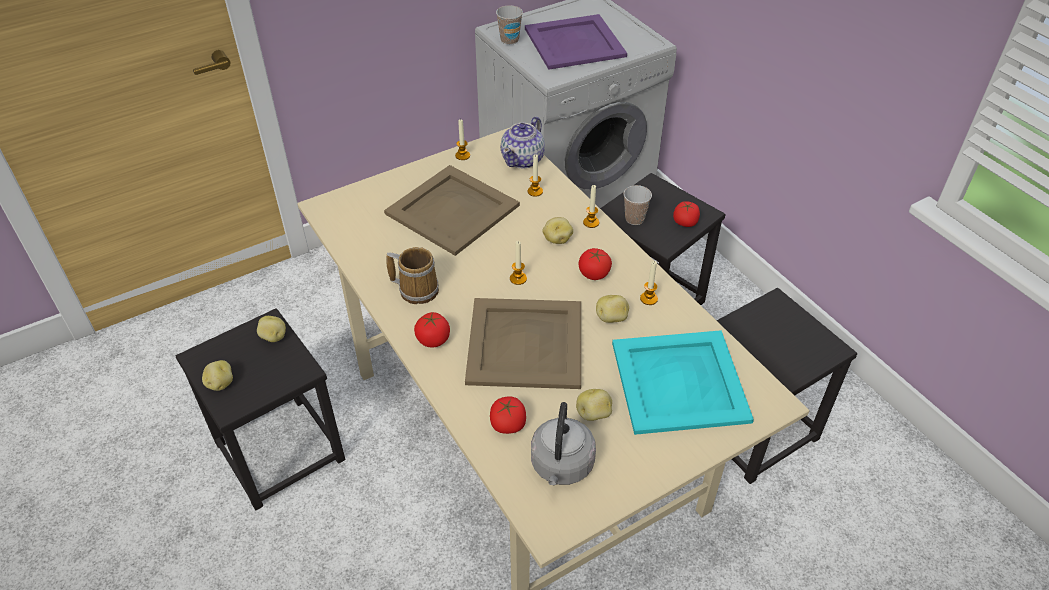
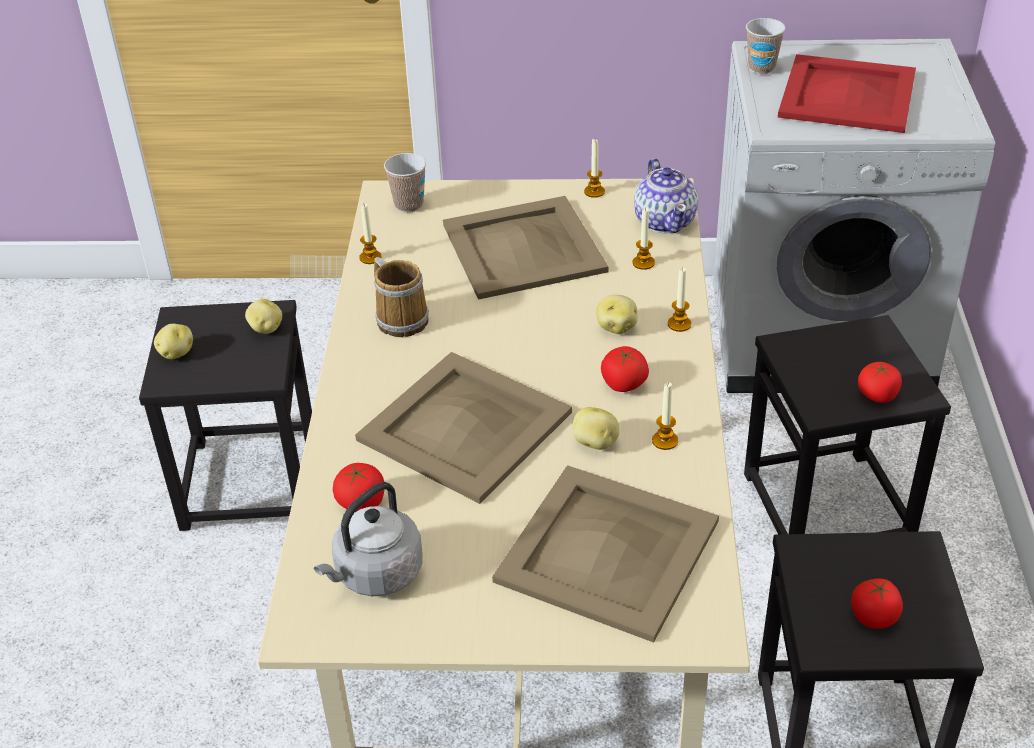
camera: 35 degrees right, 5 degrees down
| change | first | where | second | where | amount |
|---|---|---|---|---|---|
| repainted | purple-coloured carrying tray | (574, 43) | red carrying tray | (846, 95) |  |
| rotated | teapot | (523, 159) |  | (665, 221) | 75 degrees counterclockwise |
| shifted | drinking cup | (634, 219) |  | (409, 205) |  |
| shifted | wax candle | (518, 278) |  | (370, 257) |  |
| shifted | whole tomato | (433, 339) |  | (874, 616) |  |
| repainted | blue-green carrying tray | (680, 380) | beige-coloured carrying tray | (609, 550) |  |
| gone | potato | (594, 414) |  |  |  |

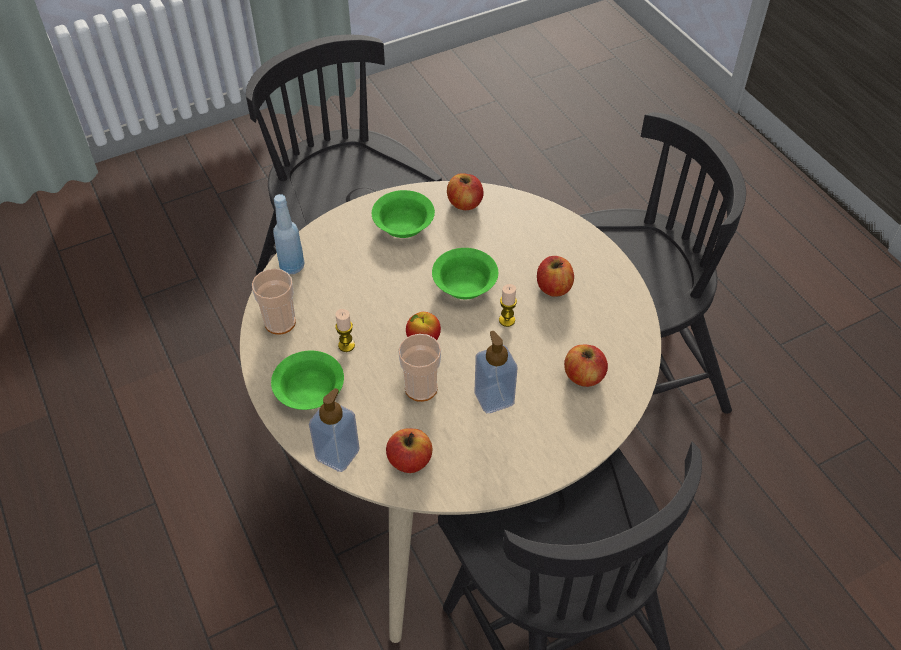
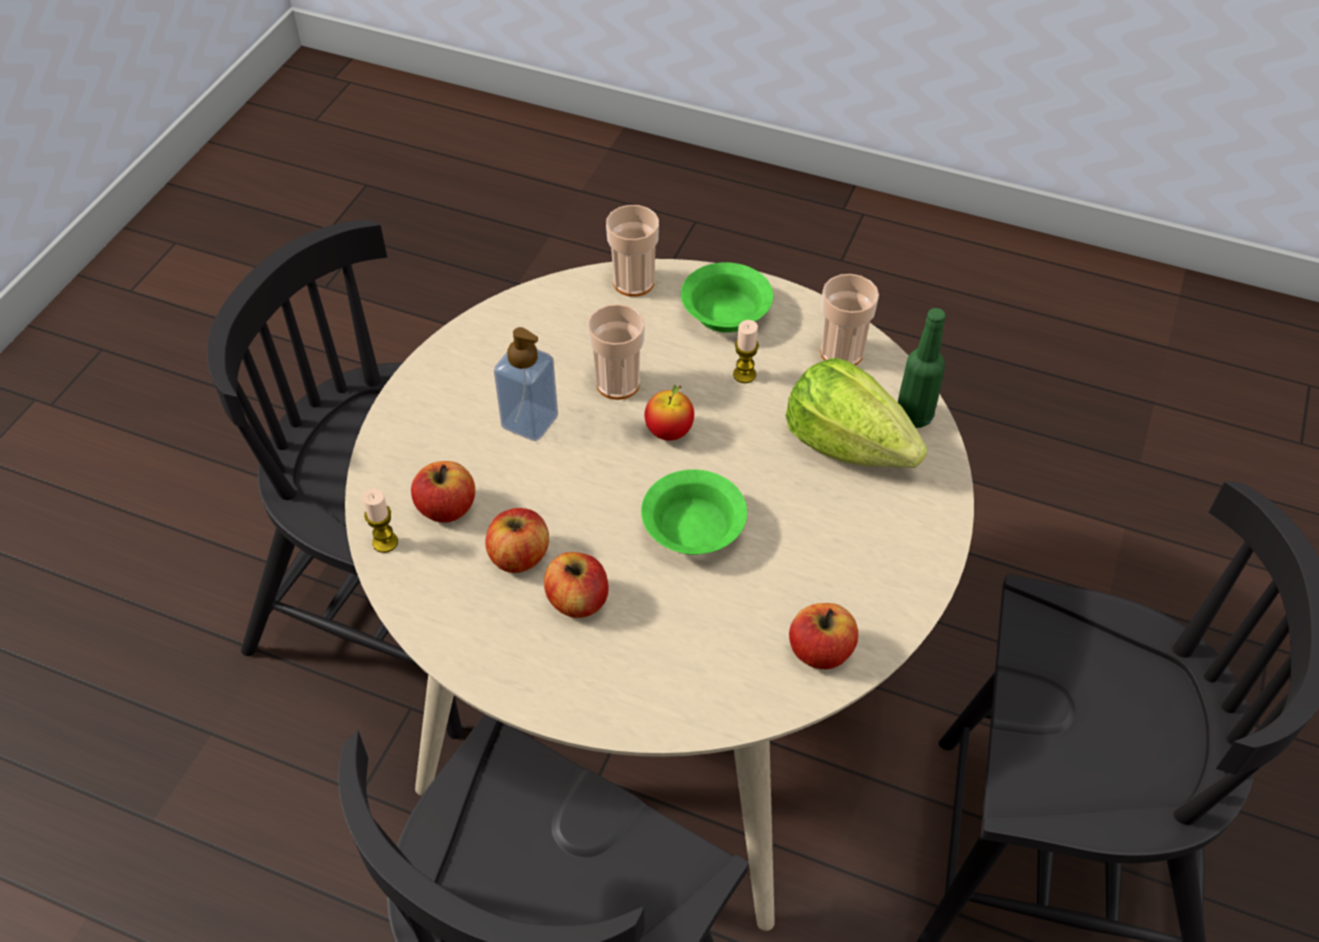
camera: 140 degrees right, 0 degrees up
| change | first | where | second | where | amount |
|---|---|---|---|---|---|
| gone | greenish bowl | (403, 226) |  |  |  |
| repainted | bluish drink bottle | (292, 266) | greenish drink bottle | (914, 415) |  |
| shifted | wax candle | (507, 320) |  | (385, 542) |  |
| swapped | soap dispenser | (337, 454) | drinking cup | (633, 282) |  |
| shifted | apple fruit | (410, 461) |  | (519, 556) |  |
| new |  |  | lettuce | (847, 444) |  |

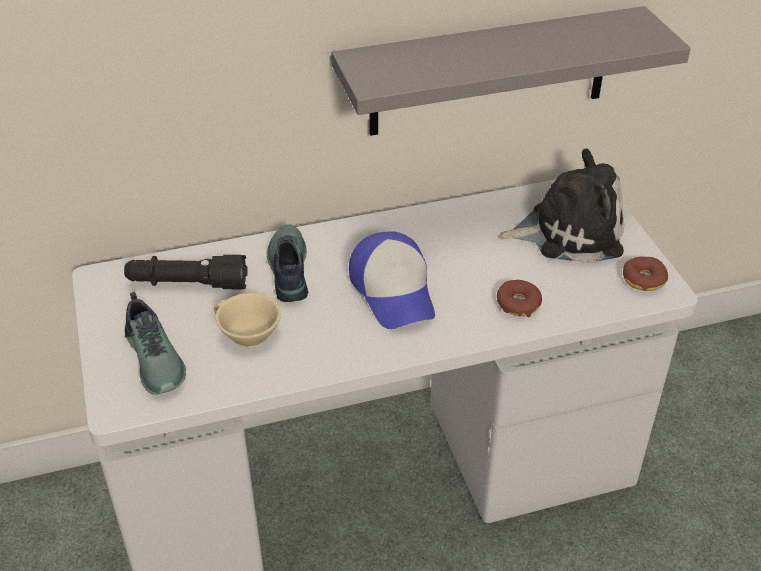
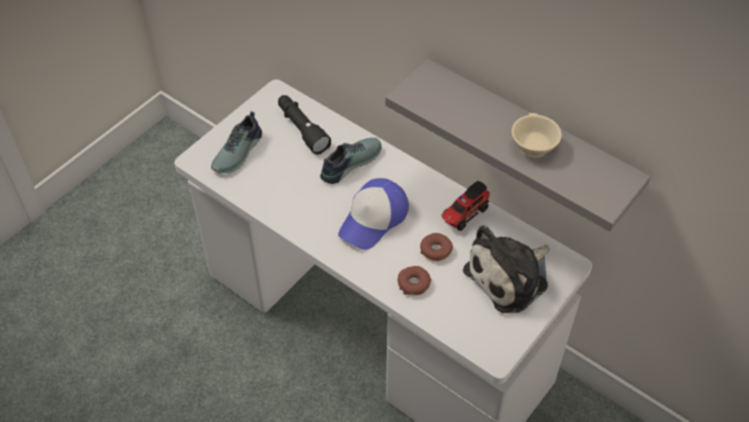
camera: 55 degrees right, 10 degrees up
| change | first | where | second | where | amount |
|---|---|---|---|---|---|
| rotated | cuddly toy | (569, 231) |  | (510, 277) | 90 degrees clockwise |
| shifted | doughnut | (643, 280) |  | (435, 250) |  |
| shifted | beige-coloured drinking cup | (247, 335) |  | (531, 145) |  |
| new |  |  | toy lorry | (463, 214) |  |

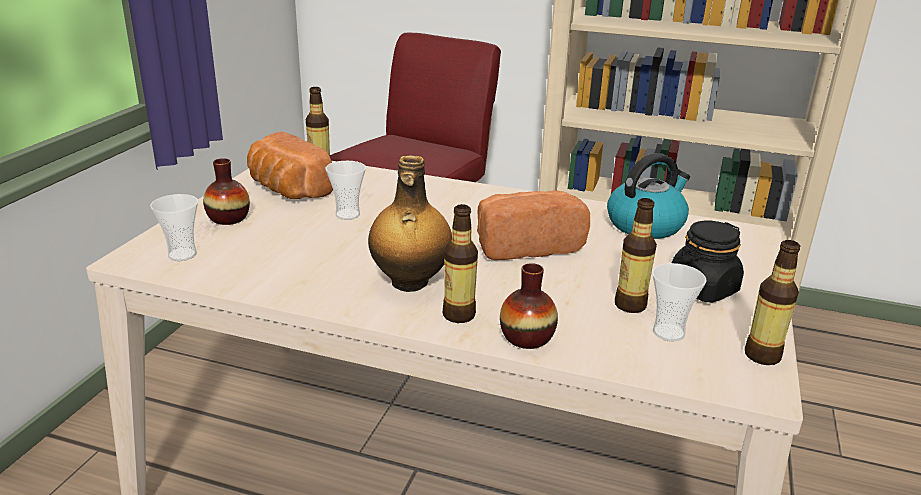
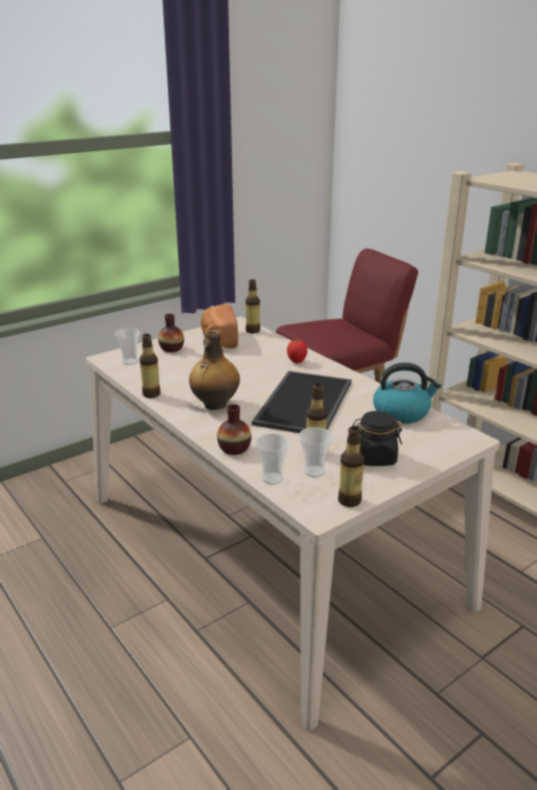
camera: 35 degrees right, 0 degrees up
| change | first | where | second | where | amount |
|---|---|---|---|---|---|
| shifted | drinking cup | (347, 214) |  | (272, 479) |  |
| swapped | baked bread | (526, 245) | carrying tray | (306, 403) |  |
| shifted | drink bottle | (459, 315) |  | (151, 394) |  |
| new |  |  | whole tomato | (297, 362) |  |

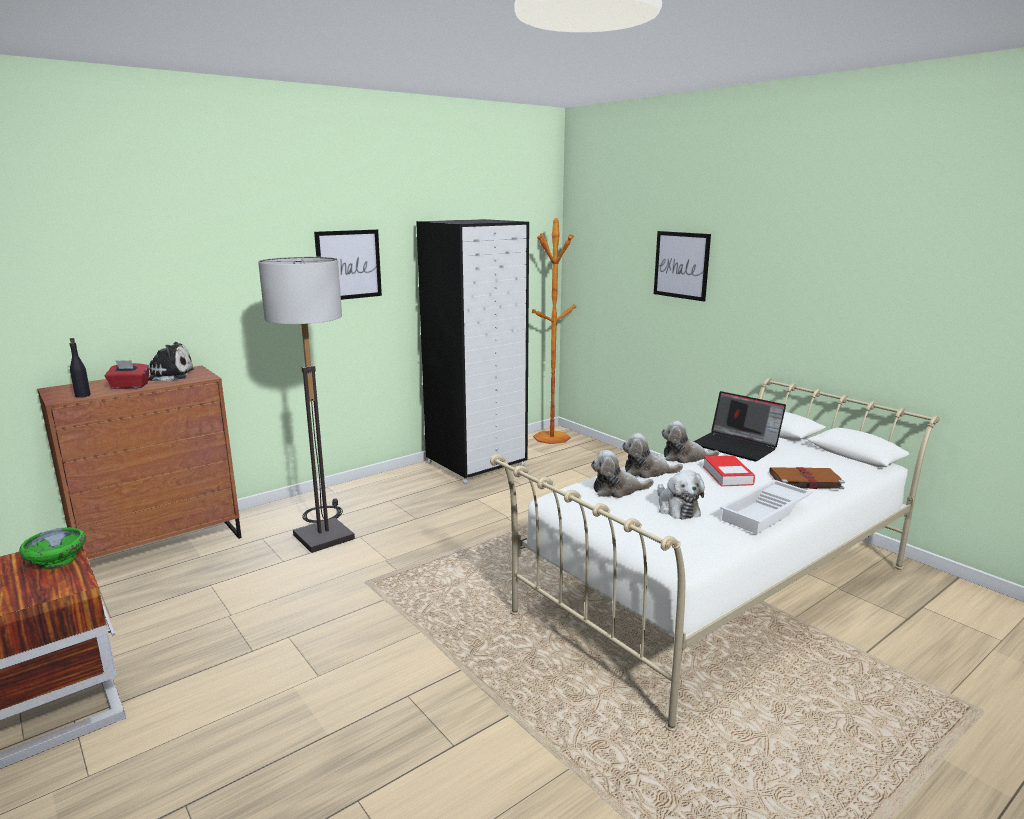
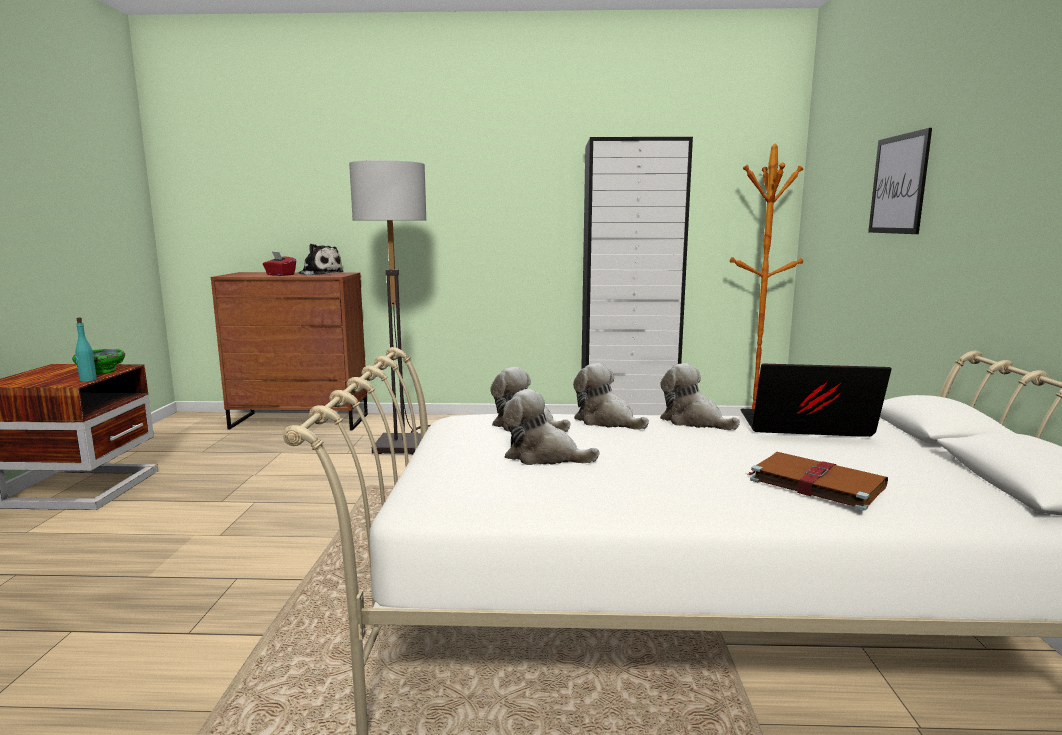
camera: 40 degrees right, 5 degrees down
| change | first | where | second | where | amount |
|---|---|---|---|---|---|
| gone | wall art | (348, 264) |  |  |  |
| gone | black drink bottle | (83, 395) |  |  |  |
| rotated | portable computer | (737, 446) |  | (803, 428) | 105 degrees clockwise |
| gone | book | (727, 475) |  |  |  |
| rotated | cuddly toy | (676, 508) |  | (543, 456) | 90 degrees clockwise |
| gone | white-coloured carrying tray | (766, 513) |  |  |  |
| new |  |  | blue-green drink bottle | (88, 380) |  |

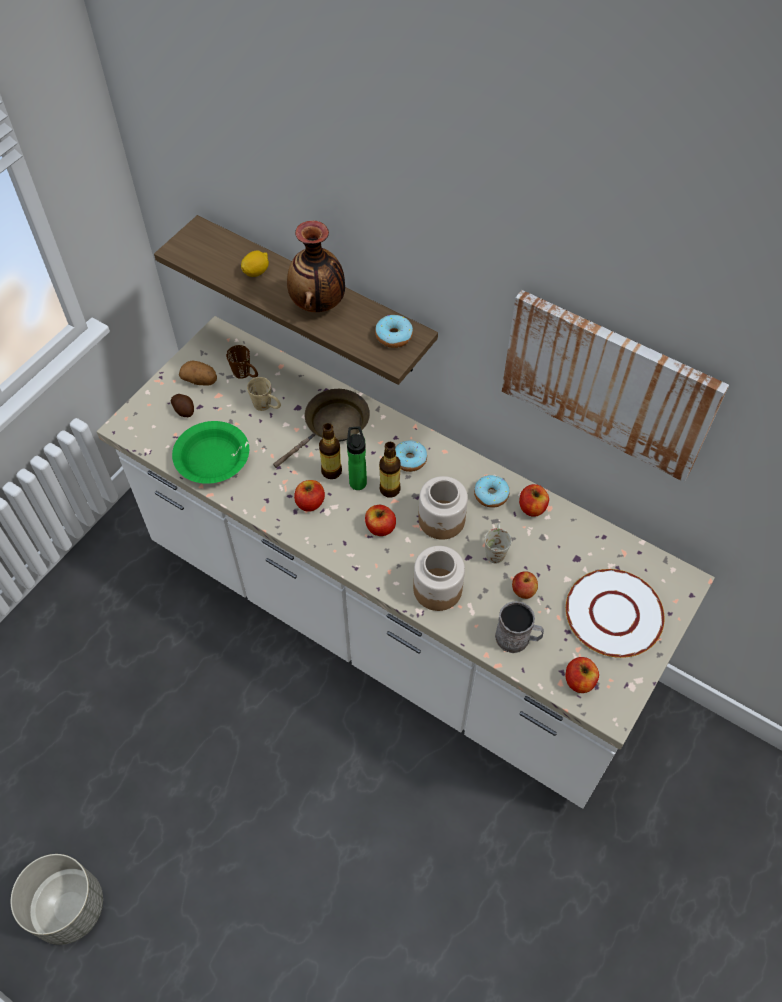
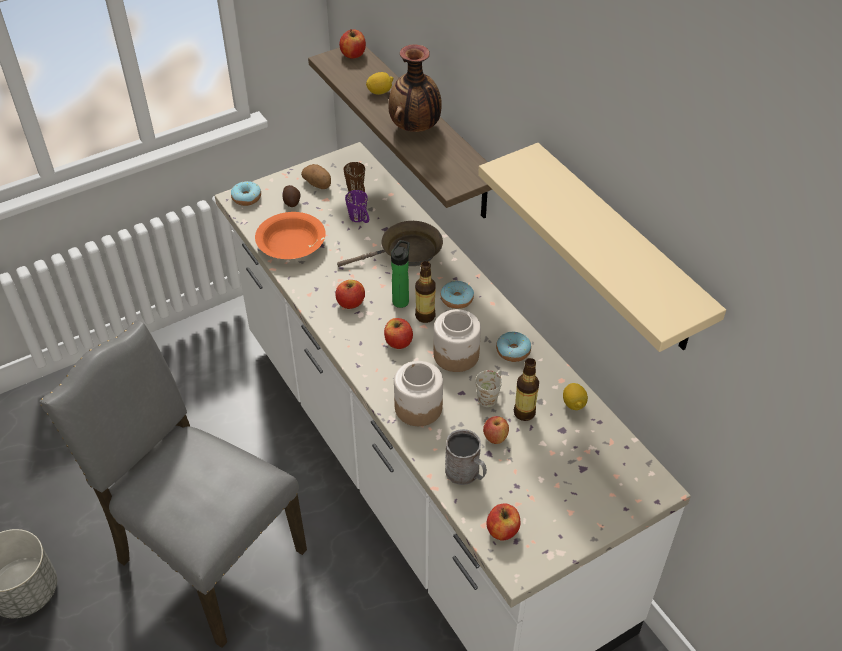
camera: 25 degrees right, 10 degrees down
| change | first | where | second | where | amount |
|---|---|---|---|---|---|
| swapped | wall art | (608, 384) | beige-coloured shelf | (618, 250) |  |
| shifted | doughnut | (394, 336) |  | (246, 198) |  |
| repainted | beige-coloured mug | (267, 406) | purple-coloured mug | (360, 220) |  |
| repainted | greenish bowl | (213, 460) | orangey bowl | (291, 245) |  |
| shifted | drink bottle | (331, 471) |  | (524, 413) |  |
| shifted | apple fruit | (532, 508) |  | (353, 54) |  |
| gone | white-coloured flat dish | (613, 613) |  |  |  |
| new |  |  | greyish plain chair | (205, 556) |  |
| new |  |  | citrus fruit | (573, 404) |  |

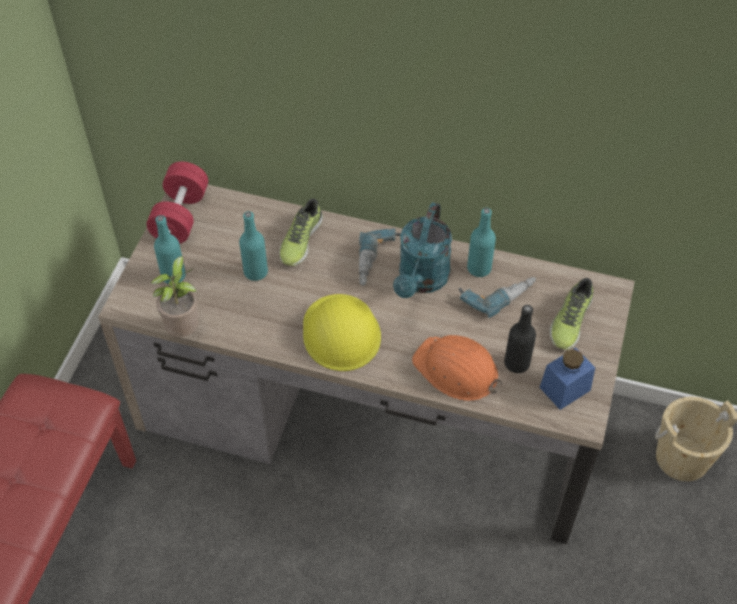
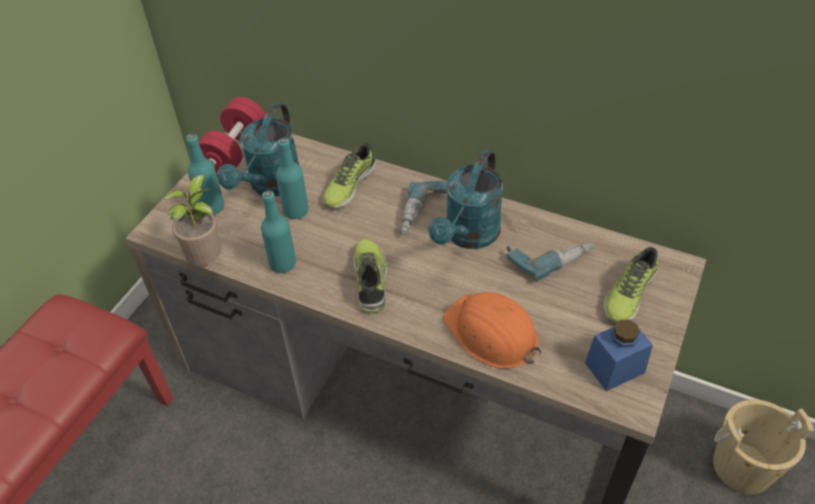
camera: 10 degrees right, 5 degrees down
| change | first | where | second | where | amount |
|---|---|---|---|---|---|
| shifted | blue-green drink bottle | (479, 268) |  | (283, 264) |  |
| swapped | yellow-coloured hard hat | (341, 333) | shoe | (371, 280) |  |
| gone | black drink bottle | (516, 363) |  |  |  |
| new |  |  | blue-green watering can | (270, 185) |  |

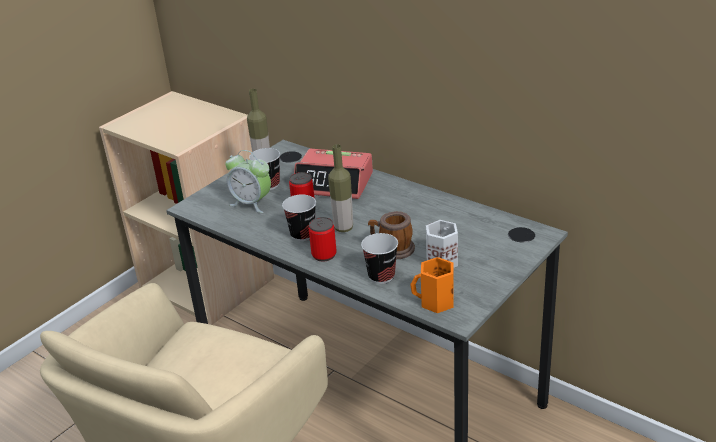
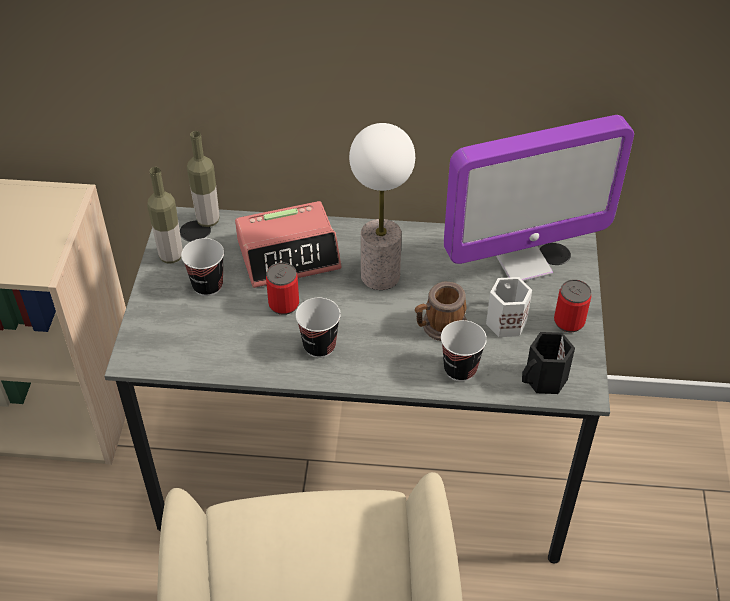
camera: 35 degrees left, 15 degrees up
| change | first | where | second | where | amount |
|---|---|---|---|---|---|
| shifted | drink bottle | (343, 228) |  | (208, 220) |  |
| gone | bedside clock | (252, 203) |  |  |  |
| shifted | sealed can | (324, 255) |  | (569, 322) |  |
| repainted | orangey mug | (436, 302) | black mug | (545, 380) |  |
| new |  |  | monitor | (522, 262) |  |
| new |  |  | lamp for a table | (379, 275) |  |

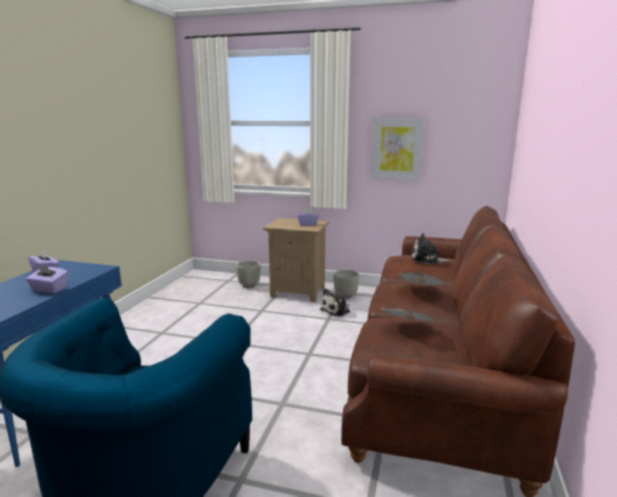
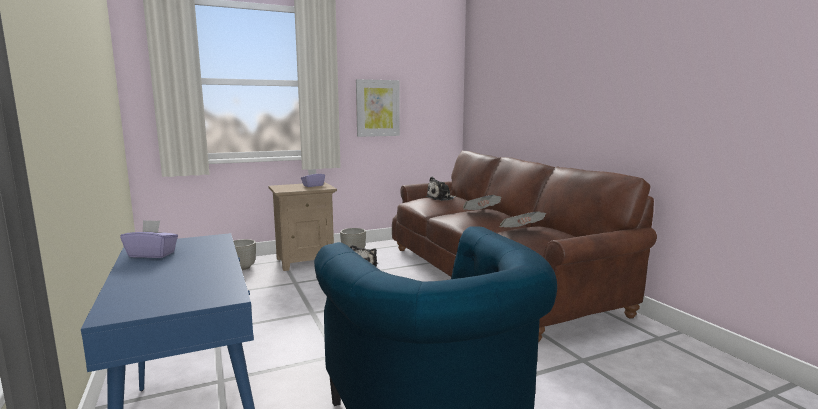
camera: 40 degrees left, 5 degrees down
| change | first | where | second | where | amount |
|---|---|---|---|---|---|
| gone | purple-coloured tissue box | (49, 289) |  |  |  |

